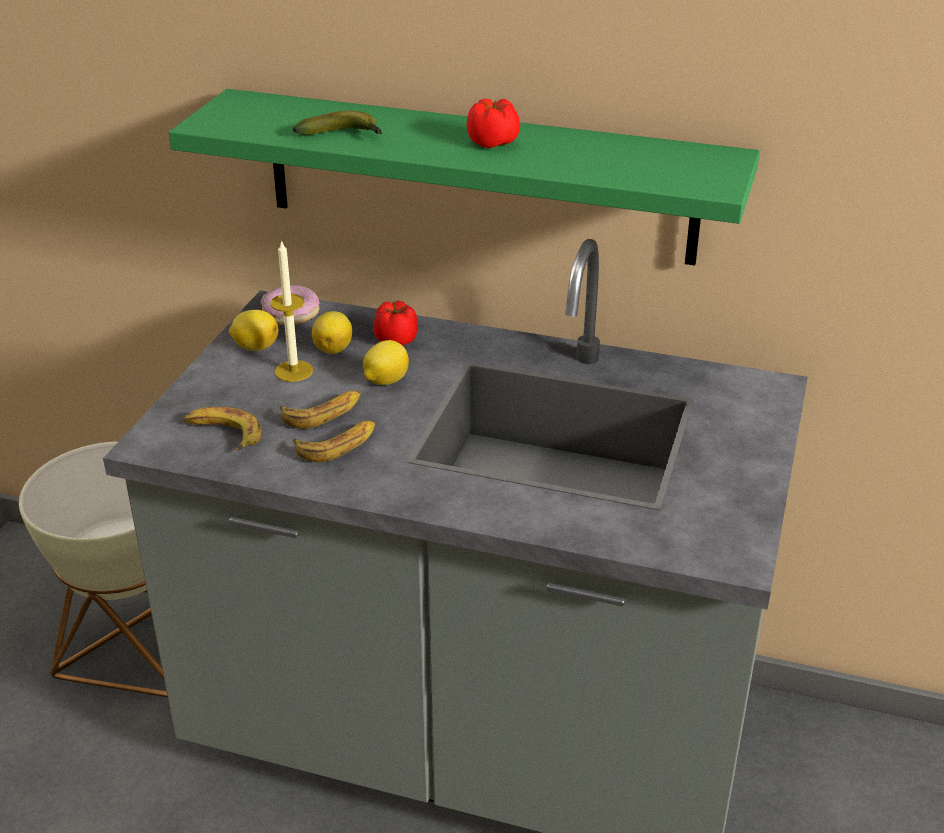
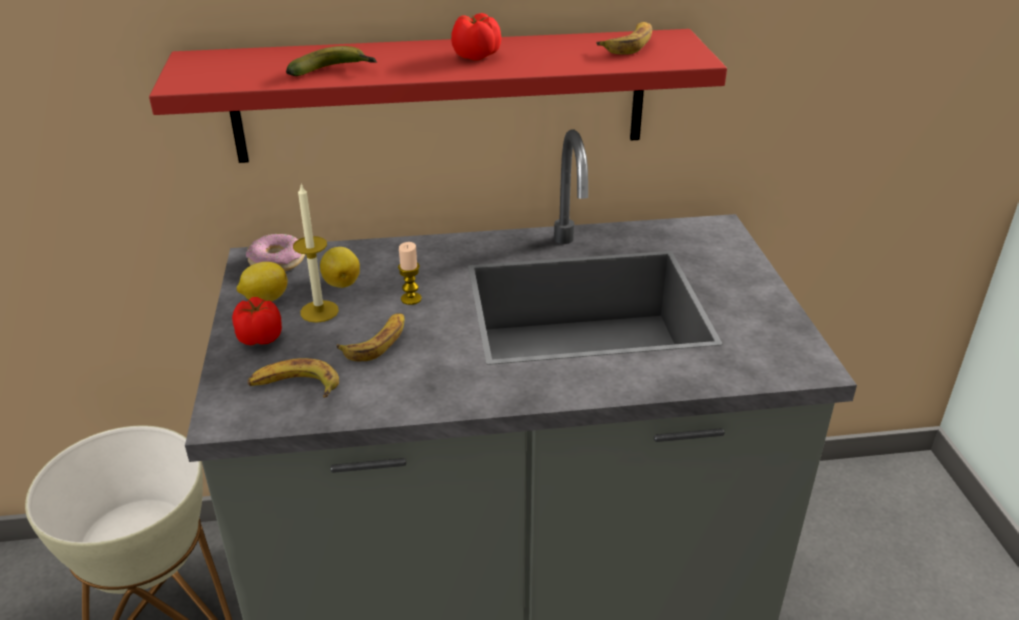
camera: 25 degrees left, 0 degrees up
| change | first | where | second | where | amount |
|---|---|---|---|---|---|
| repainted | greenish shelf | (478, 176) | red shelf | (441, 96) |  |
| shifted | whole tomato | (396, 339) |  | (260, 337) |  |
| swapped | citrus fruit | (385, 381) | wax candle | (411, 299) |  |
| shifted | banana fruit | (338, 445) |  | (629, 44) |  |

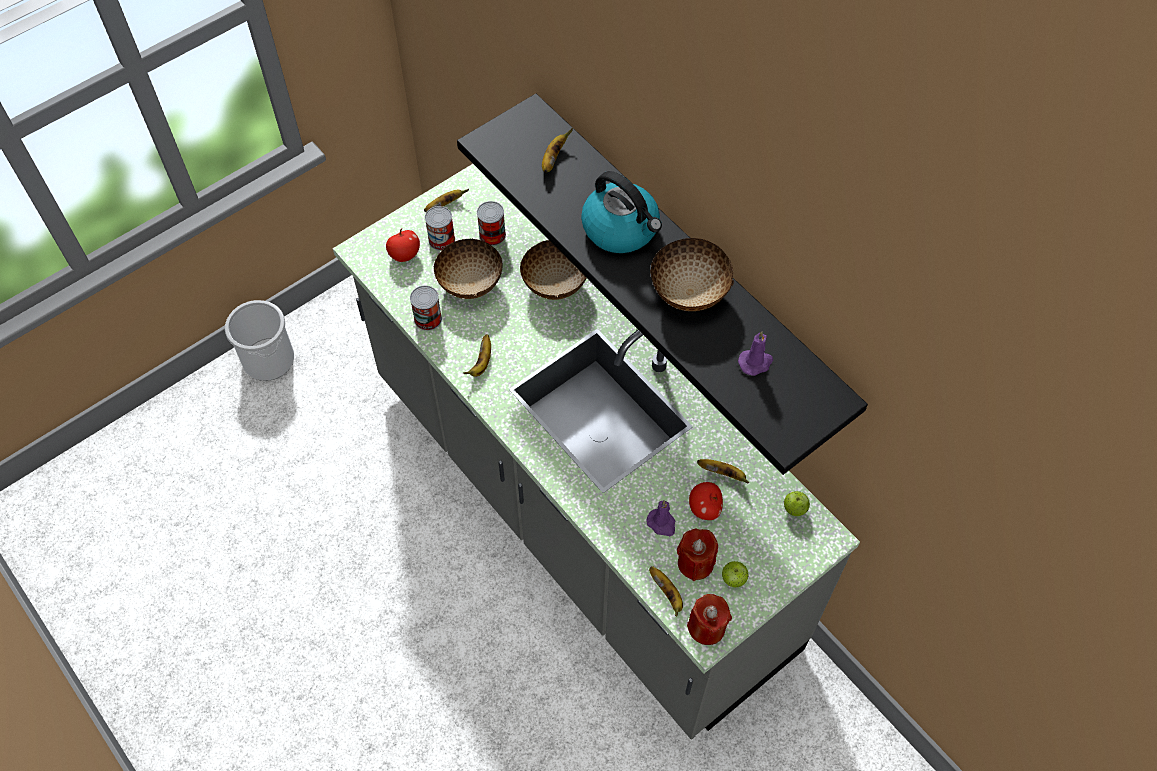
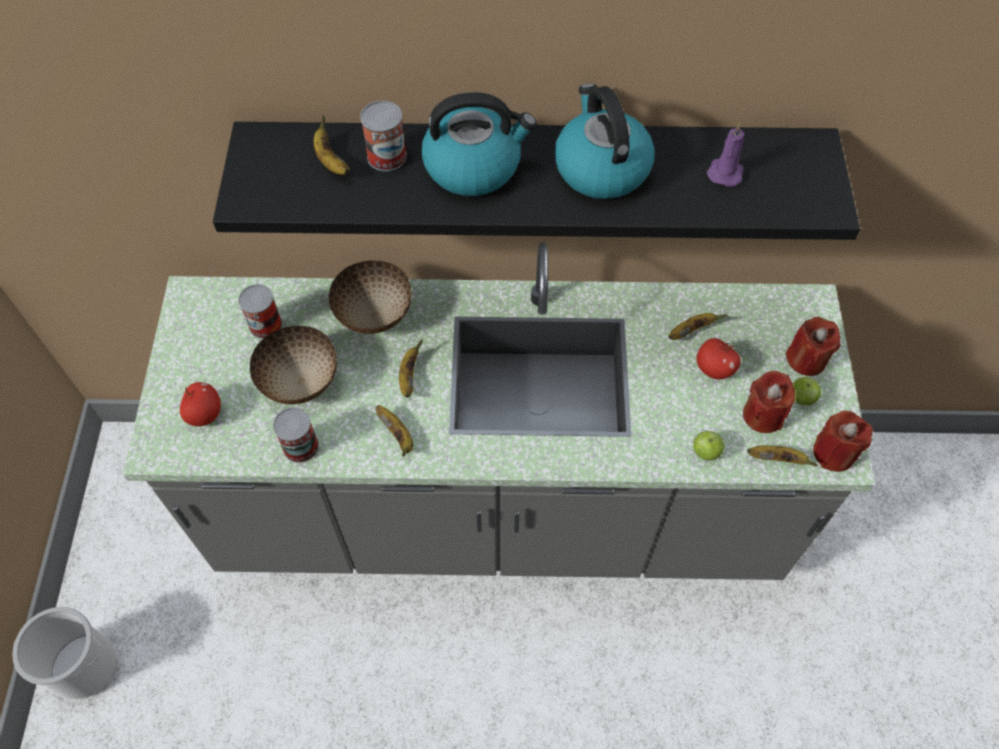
camera: 50 degrees left, 0 degrees up
| change | first | where | second | where | amount |
|---|---|---|---|---|---|
| shifted | banana fruit | (445, 205) |  | (409, 376) |  |
| shifted | sealed can | (441, 239) |  | (387, 156) |  |
| swapped | bowl | (688, 293) | tea kettle | (600, 168) |  |
| shifted | apple fruit | (794, 509) |  | (705, 452) |  |
| gone | purple-coloured wax candle | (662, 523) |  |  |  |
| new |  |  | red wax candle | (806, 359) |  |

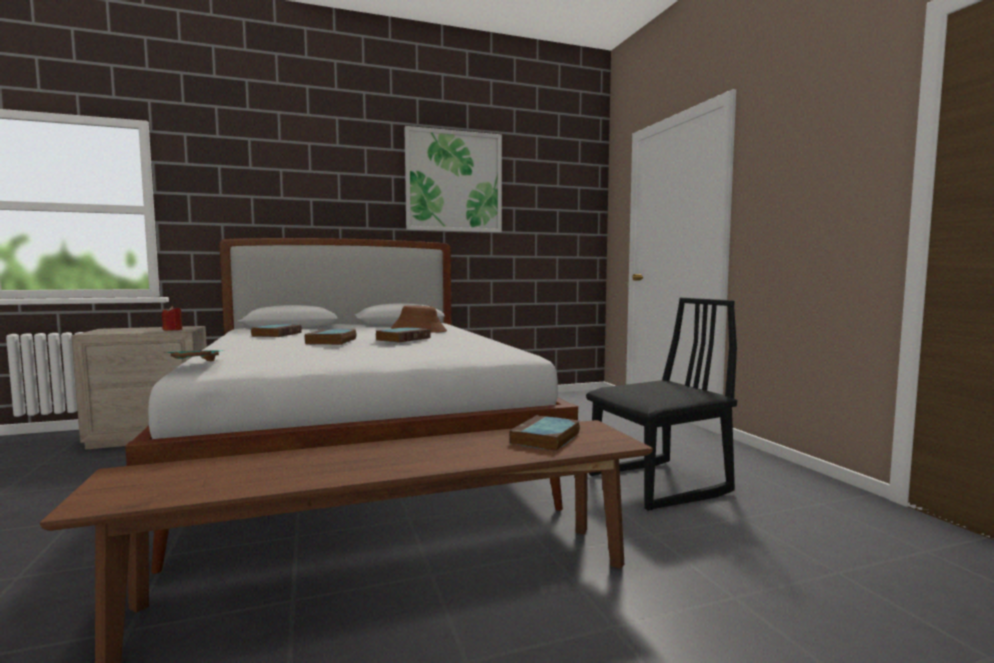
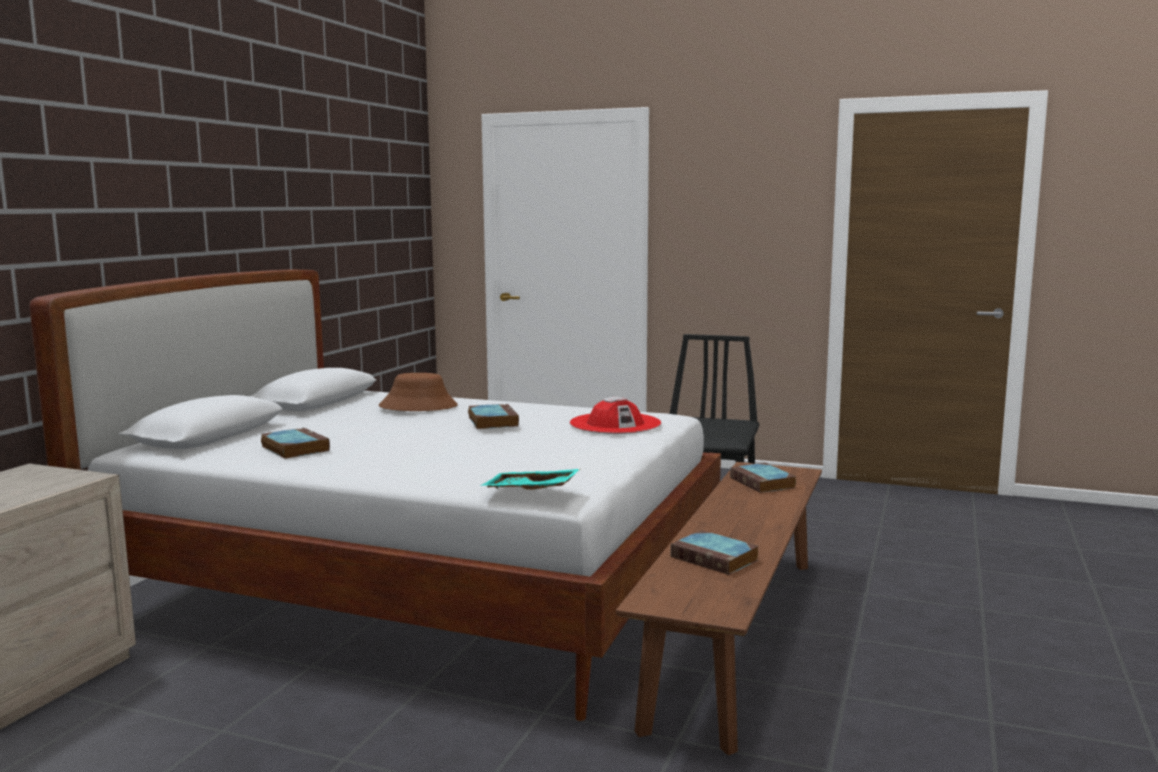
camera: 50 degrees left, 5 degrees up
| change | first | where | second | where | amount |
|---|---|---|---|---|---|
| gone | wall art | (454, 181) |  |  |  |
| gone | red wax candle | (173, 330) |  |  |  |
| shifted | book | (332, 341) |  | (716, 559) |  |
| new |  |  | red hat | (615, 424) |  |

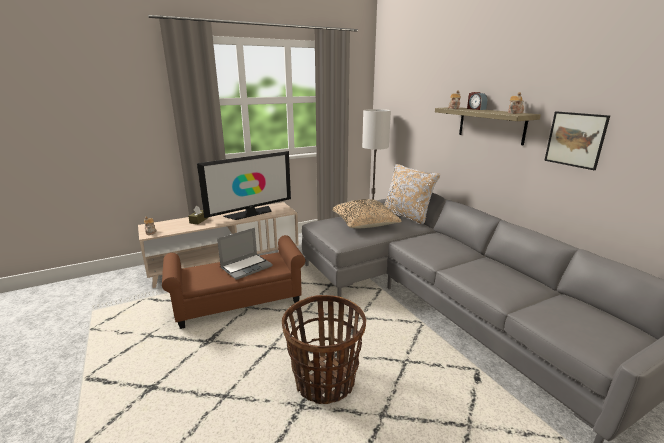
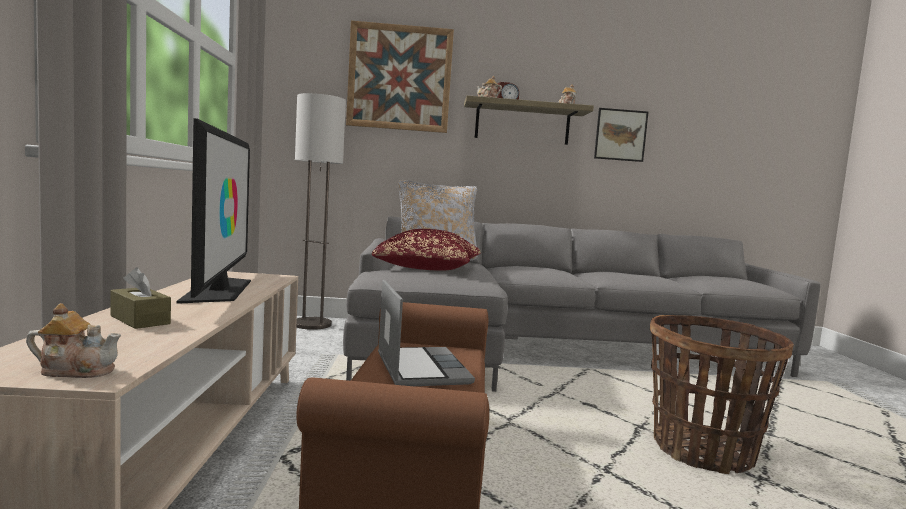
camera: 65 degrees left, 15 degrees down
| change | first | where | second | where | amount |
|---|---|---|---|---|---|
| repainted | beige-coloured throw pillow | (365, 222) | red throw pillow | (428, 267) |  |
| new |  |  | wall art | (399, 78) |  |

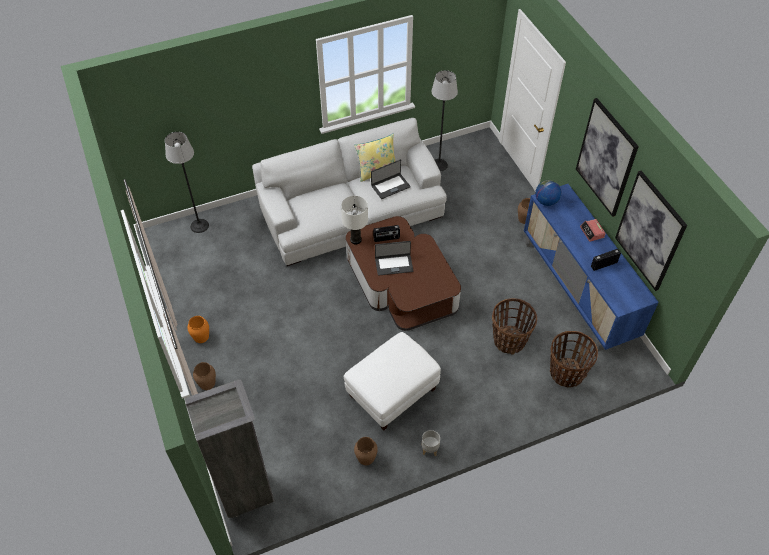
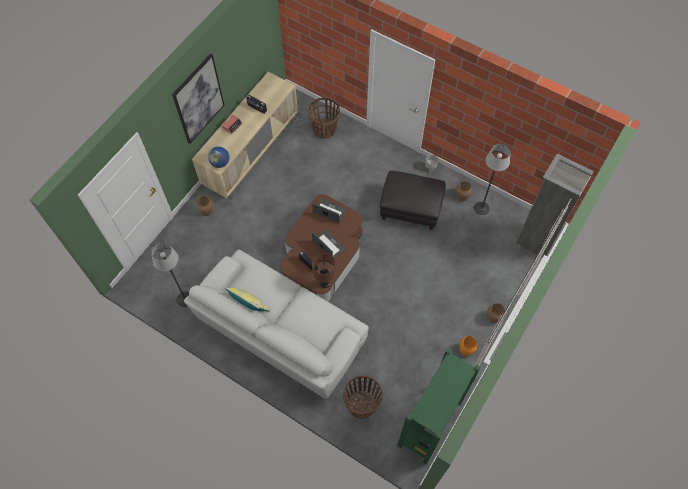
camera: 125 degrees left, 10 degrees up
| change | first | where | second | where | amount |
|---|---|---|---|---|---|
| shifted | floor lamp | (199, 226) |  | (481, 208) |  |
| shifted | portable computer | (390, 186) |  | (329, 211) |  |
| gone | wall art | (650, 231) |  |  |  |
| repainted | bluish tv unit | (578, 288) | beige-coloured tv unit | (251, 151) |  |
| repainted | white-coloured lamp for a table | (355, 240) | brown lamp for a table | (324, 283) |  |
| shifted | basket | (509, 340) |  | (361, 404) |  |
| repainted | white-coloured ottoman | (392, 392) | black ottoman | (410, 208) |  |
| new |  |  | greenish bookcase | (430, 423) |  |

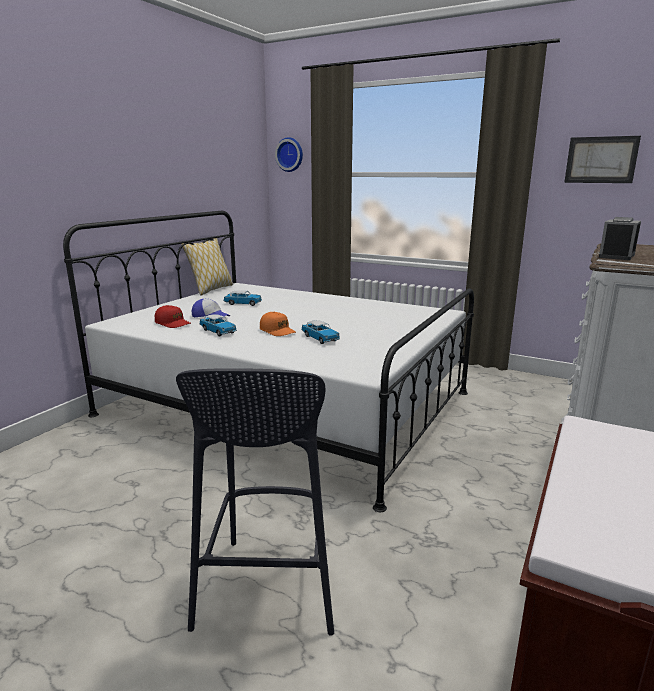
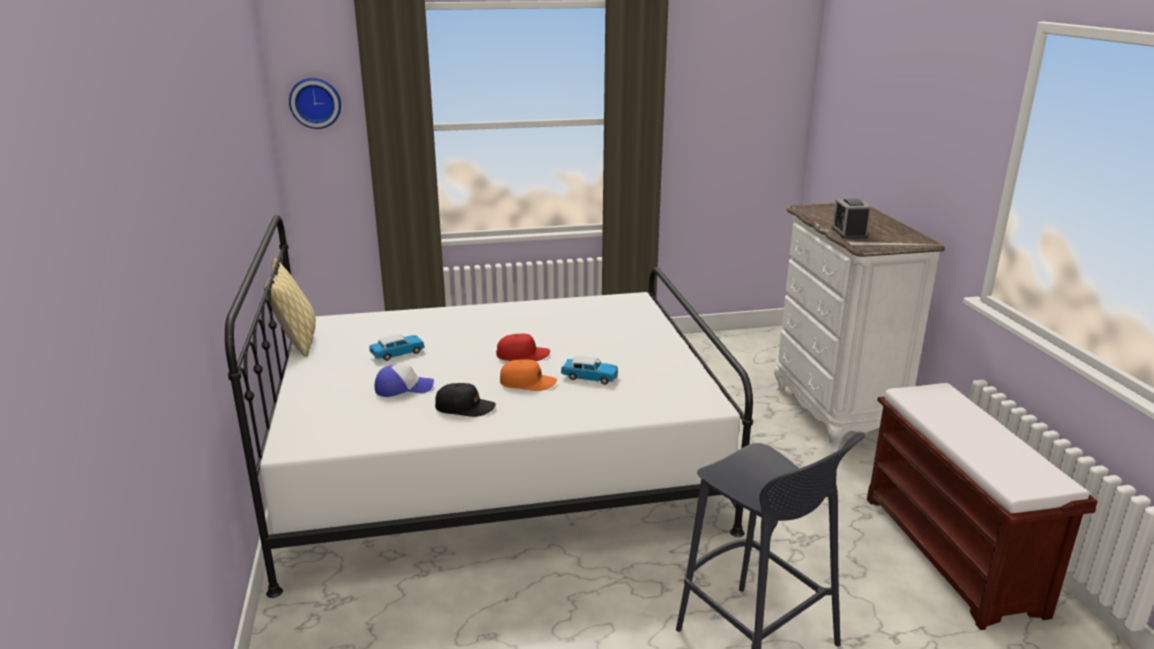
camera: 40 degrees left, 5 degrees up
| change | first | where | second | where | amount |
|---|---|---|---|---|---|
| gone | wall art | (601, 160) |  |  |  |
| shifted | red baseball cap | (172, 323) |  | (522, 355) |  |
| swapped | model car | (218, 331) | black baseball cap | (465, 407) |  |

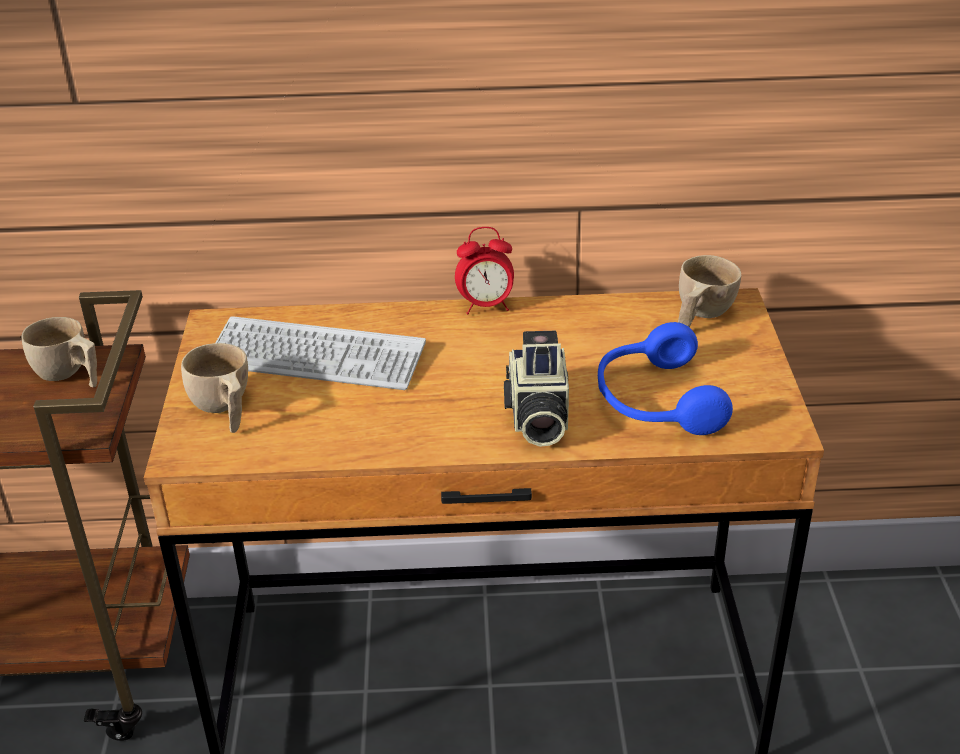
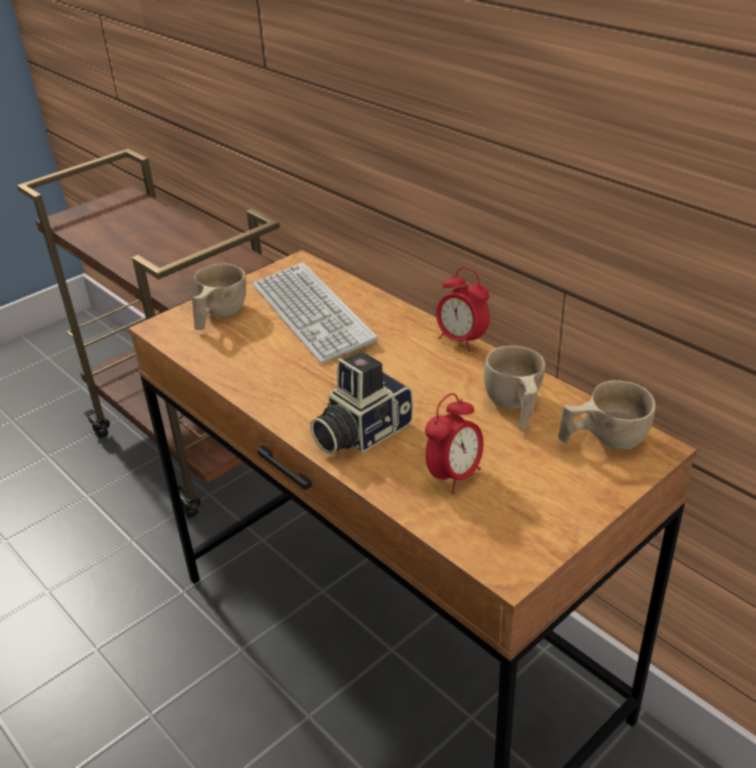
camera: 50 degrees right, 0 degrees up
| change | first | where | second | where | amount |
|---|---|---|---|---|---|
| shifted | beige-coloured drinking cup | (69, 375) |  | (514, 407) |  |
| swapped | bluish headset | (654, 401) | bedside clock | (454, 476) |  |

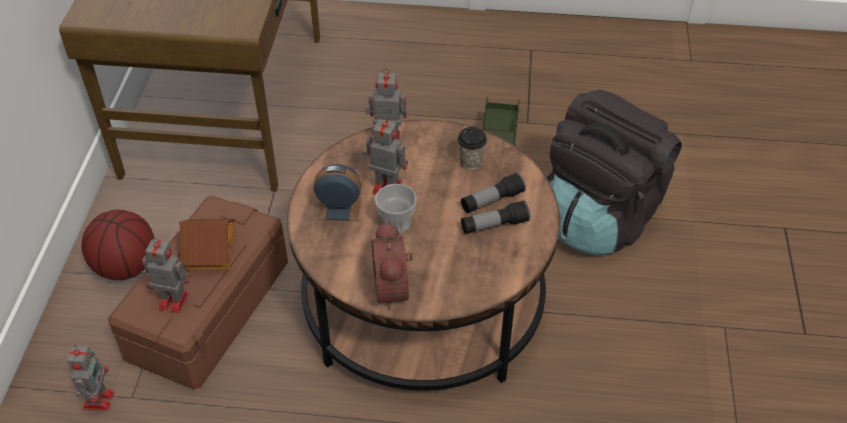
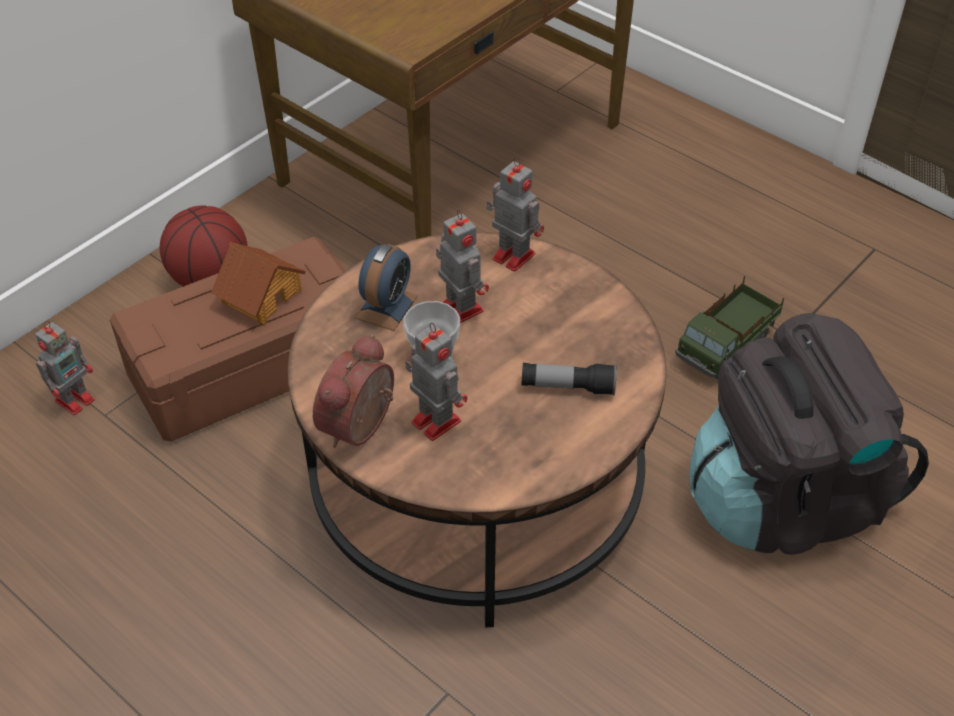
camera: 35 degrees right, 0 degrees up
| change | first | where | second | where | amount |
|---|---|---|---|---|---|
| gone | drinking cup | (471, 162) |  |  |  |
| rotated | bedside clock | (339, 208) |  | (387, 307) | 75 degrees clockwise |
| gone | torch | (494, 225) |  |  |  |
| shifted | toy robot | (172, 300) |  | (434, 420) |  |

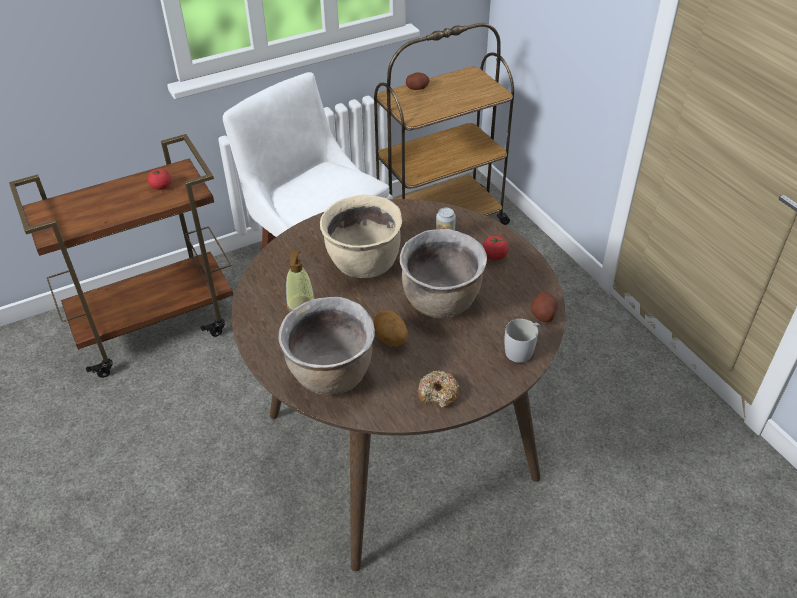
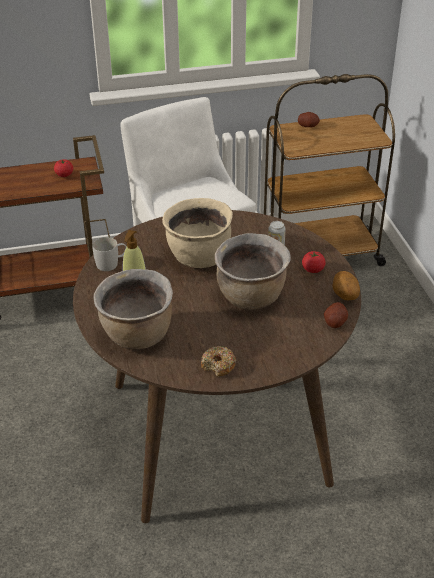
camera: 15 degrees right, 5 degrees down
| change | first | where | second | where | amount |
|---|---|---|---|---|---|
| shifted | potato | (390, 339) |  | (344, 296) |  |
| shifted | white-coloured mug | (522, 350) |  | (111, 264) |  |

